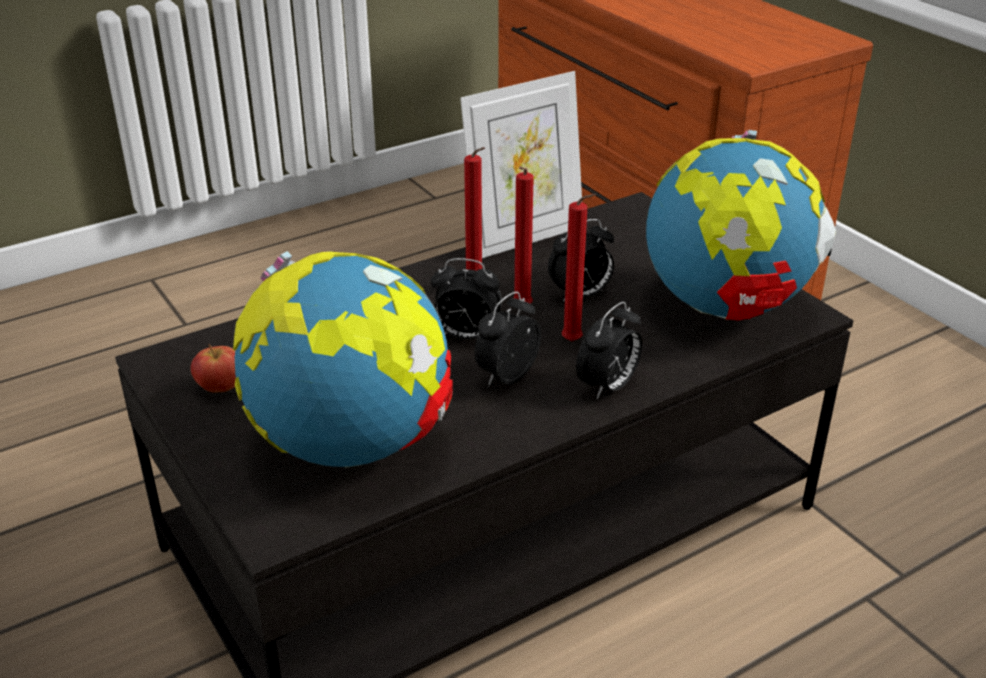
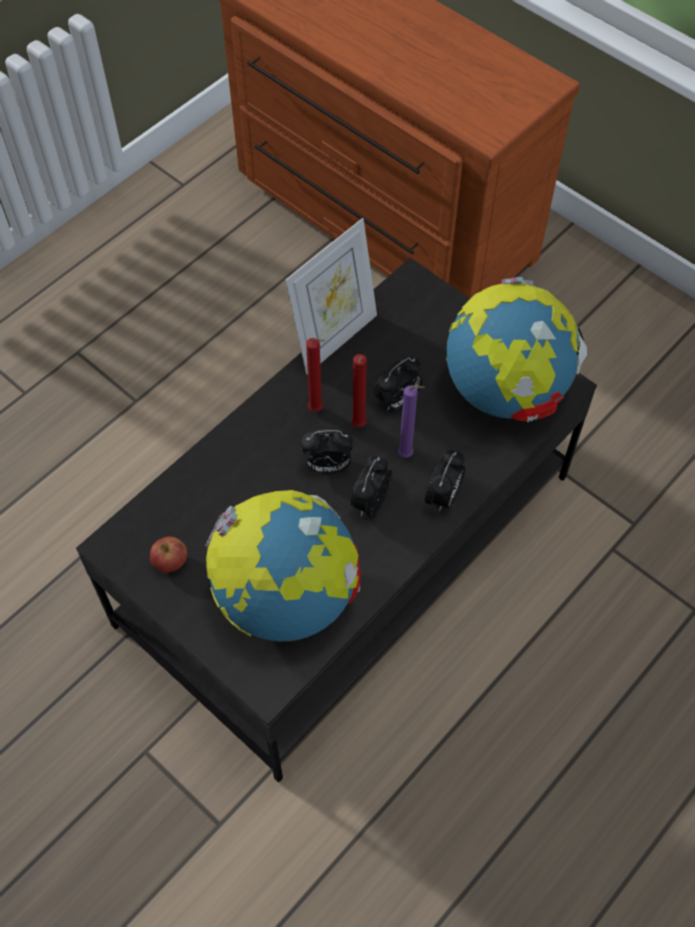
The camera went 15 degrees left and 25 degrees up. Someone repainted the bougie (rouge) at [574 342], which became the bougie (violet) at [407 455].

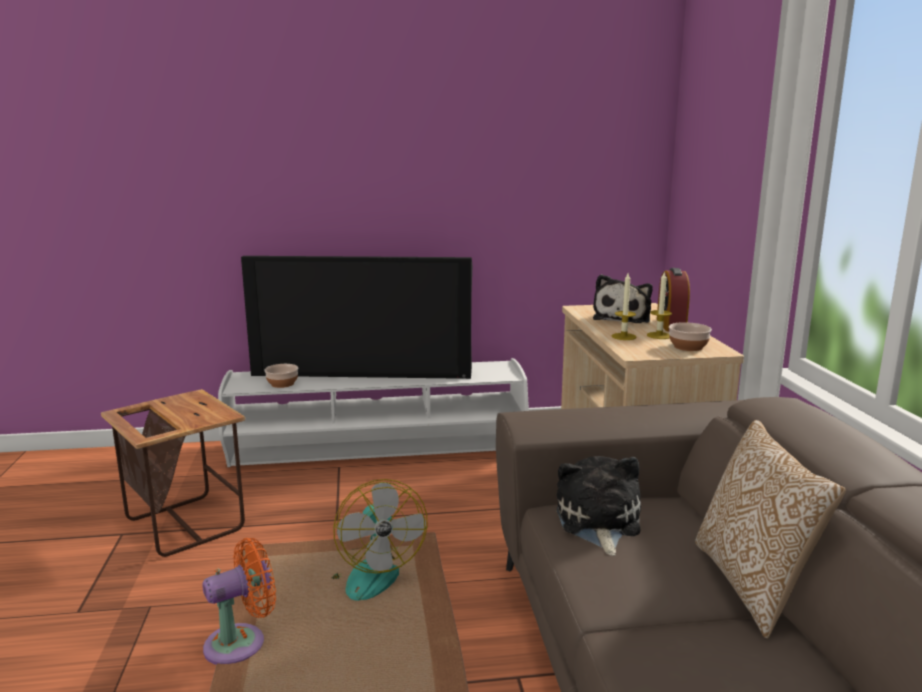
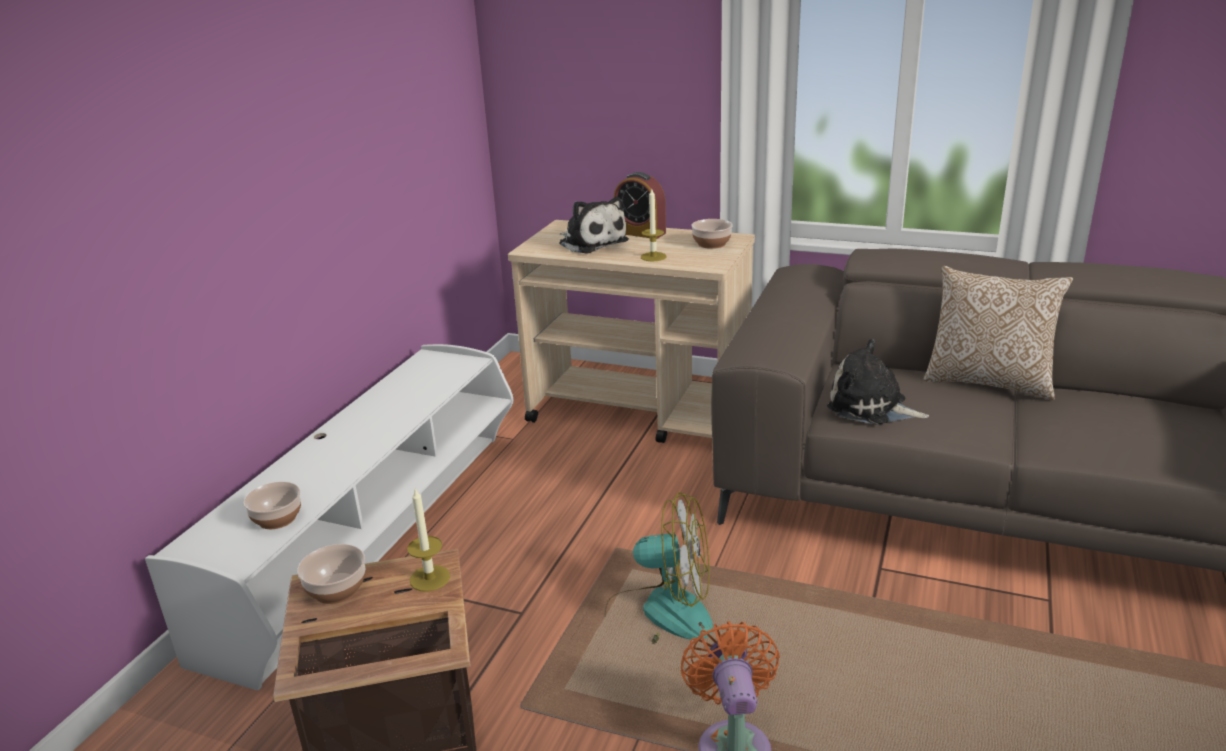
The camera went 60 degrees left and 10 degrees up. Someone put down the bol at [336 590]. Someone carried the bougie from [659 335] to [430 578]. Someone took away the téléviseur at [363 372].

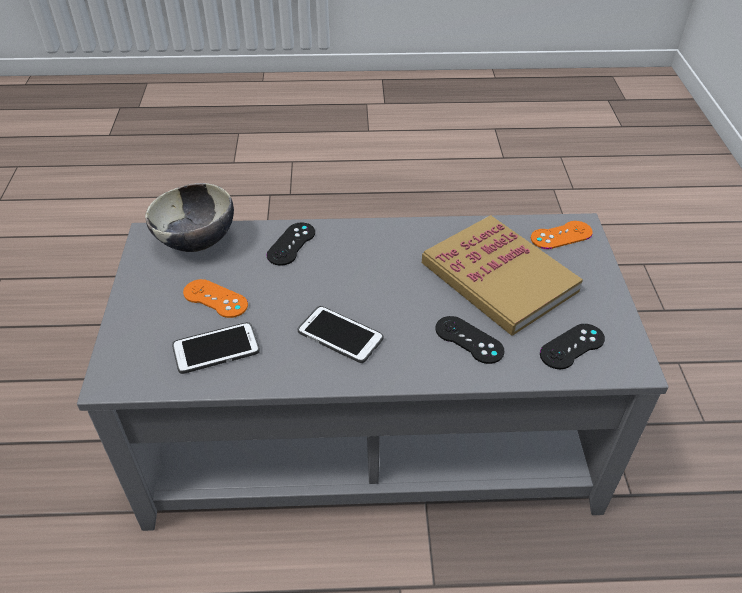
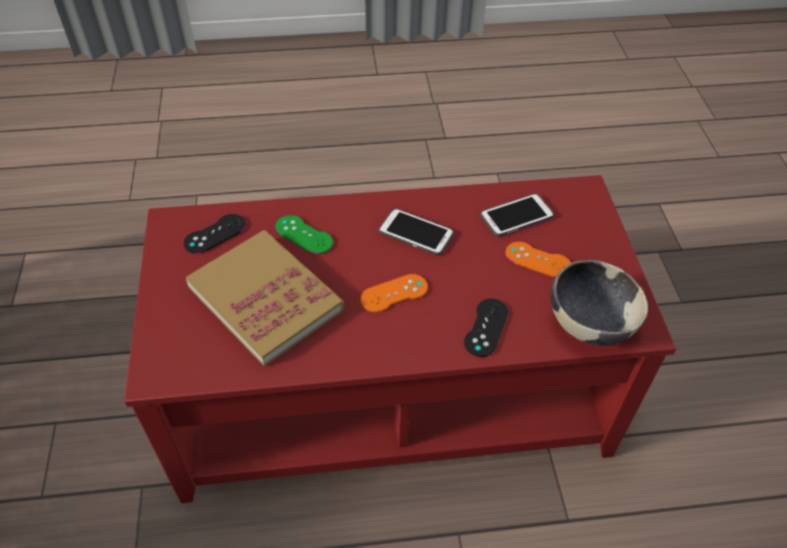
The camera went 175 degrees right and 5 degrees up. Someone repainted the table basse (gris) at [370 427], which became the table basse (rouge) at [390 394]. Someone repainted the manette (noir) at [469 340], which became the manette (vert) at [304 235]. Someone carried the manette (orange) from [561 235] to [394 293].

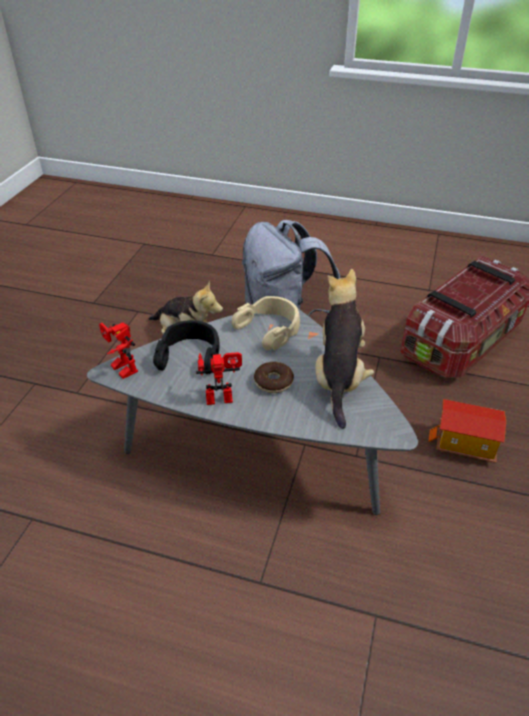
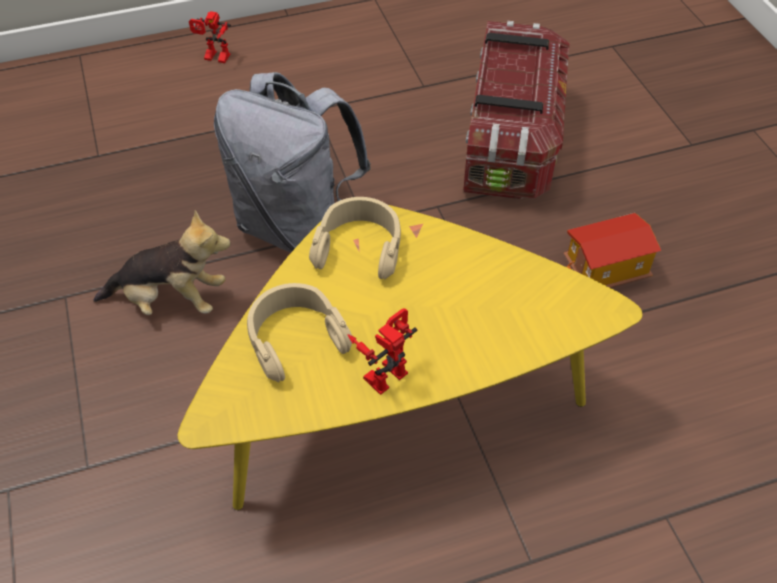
The camera went 35 degrees left and 10 degrees up. Someone repainted the table basse (gris) at [259 447], which became the table basse (jaune) at [396 402]. Someone carried the robot jouet from [120 369] to [214 58]. Someone repainted the casque audio (noir) at [190 355], which became the casque audio (beige) at [295 338]. Someone took away the beignet at [273 382]. Someone took away the peluche at [339 378].

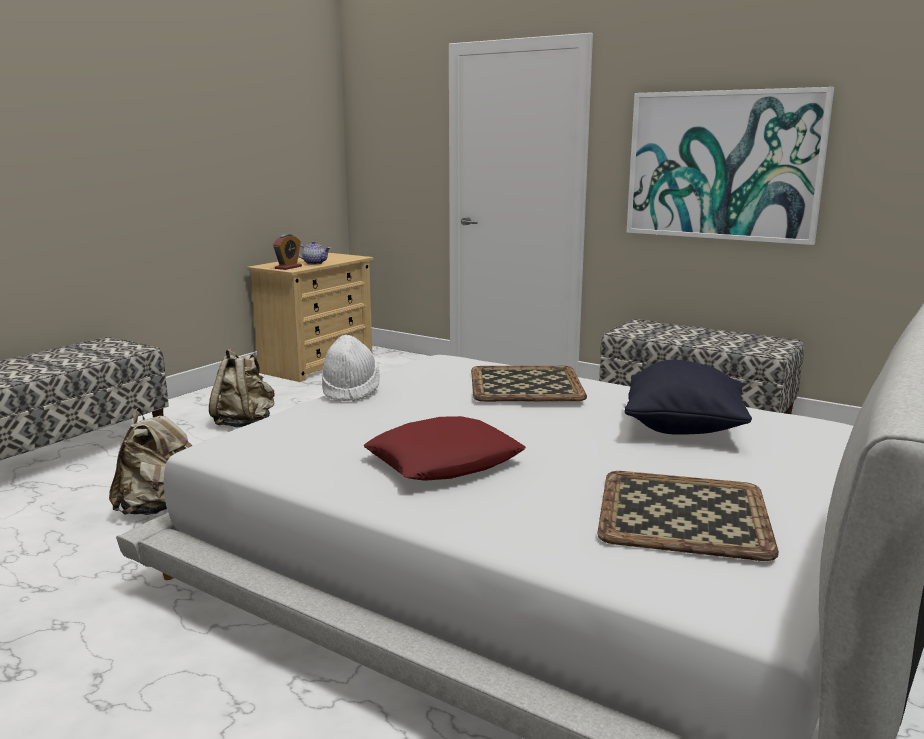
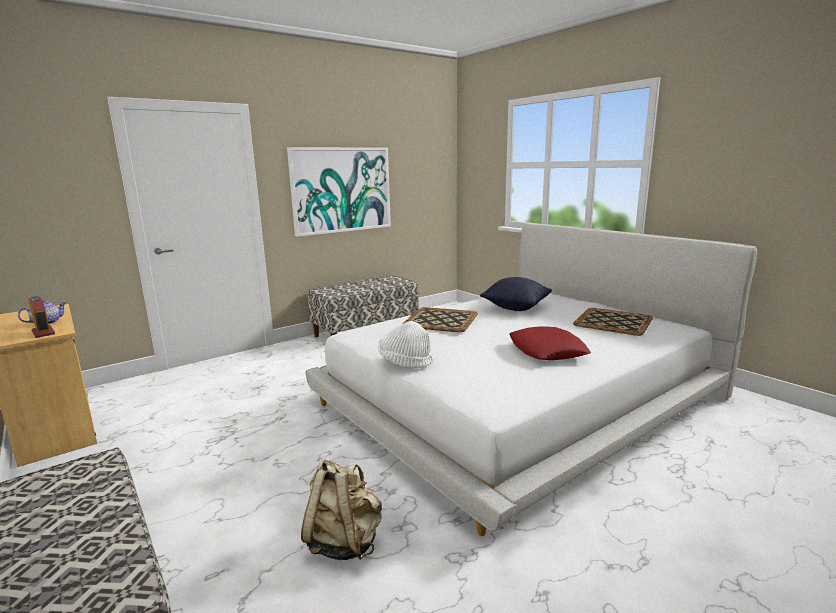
The camera went 70 degrees left and 0 degrees up. Someone took away the sac à dos (beige) at [245 424].

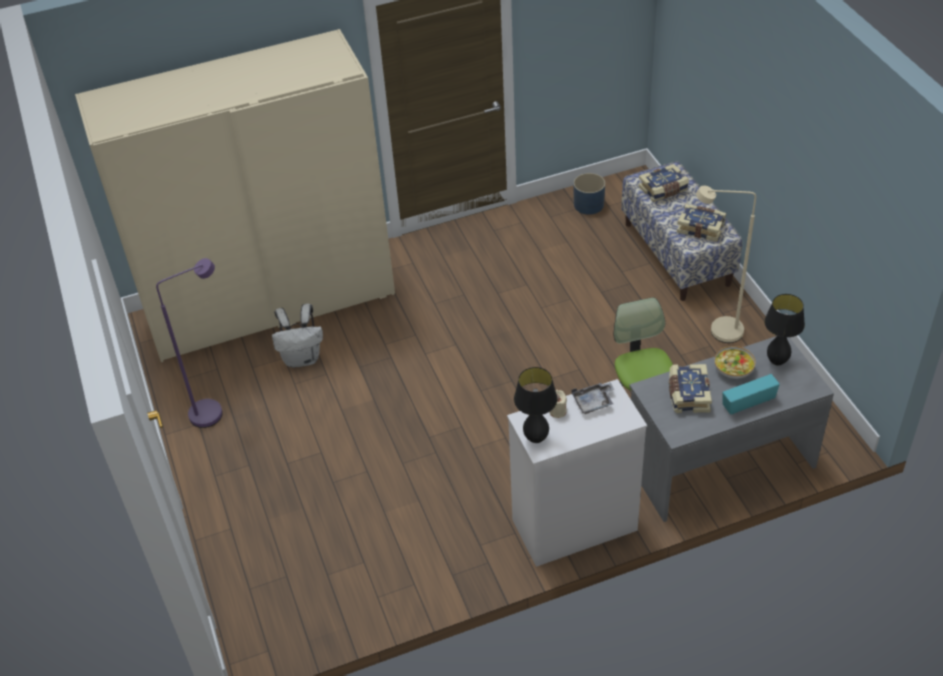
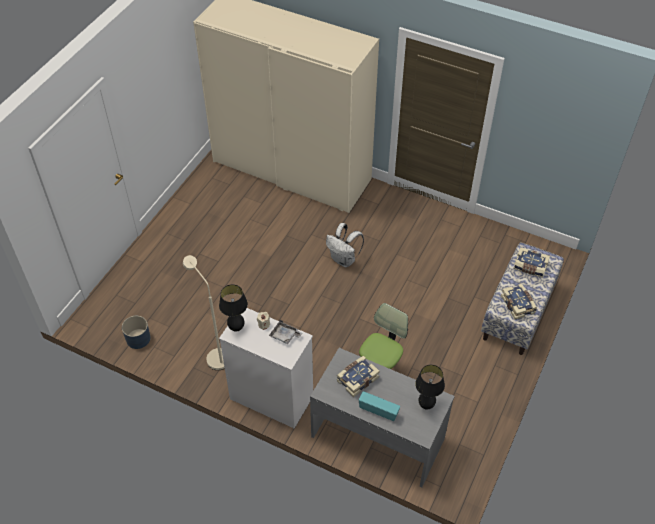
The camera went 45 degrees right and 5 degrees up. Someone carried the cache-pot (bleu) from [588 205] to [138 338]. Someone carried the lampadaire (beige) from [717 331] to [215 355]. Someone carried the sac à dos (blanc) from [302 358] to [344 260]. Someone took away the lampadaire (violet) at [215 411]. Someone took away the bol at [733 369].

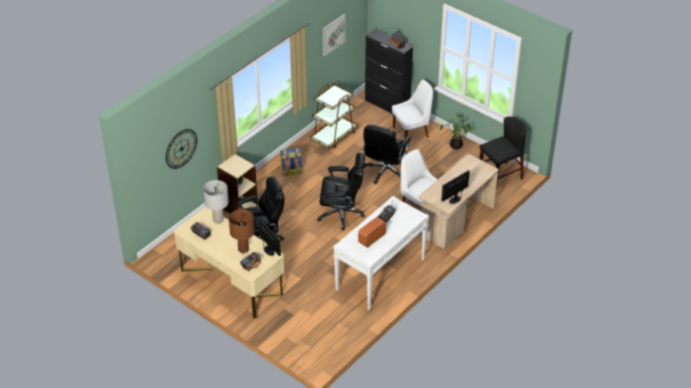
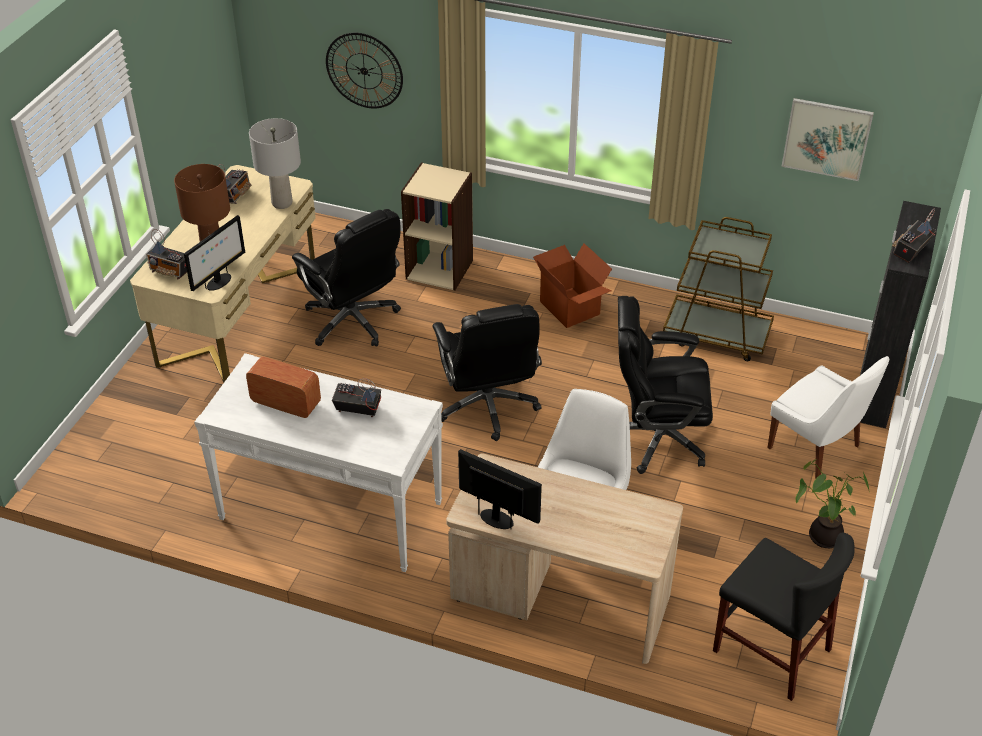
The camera went 70 degrees right and 0 degrees up. Someone swapped the sac à dos at [291 172] for the carton at [570 307].

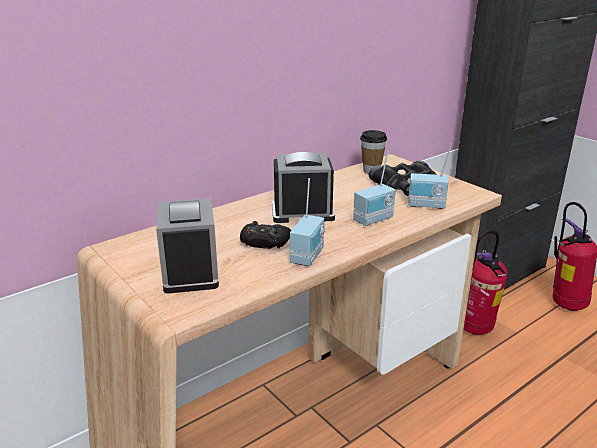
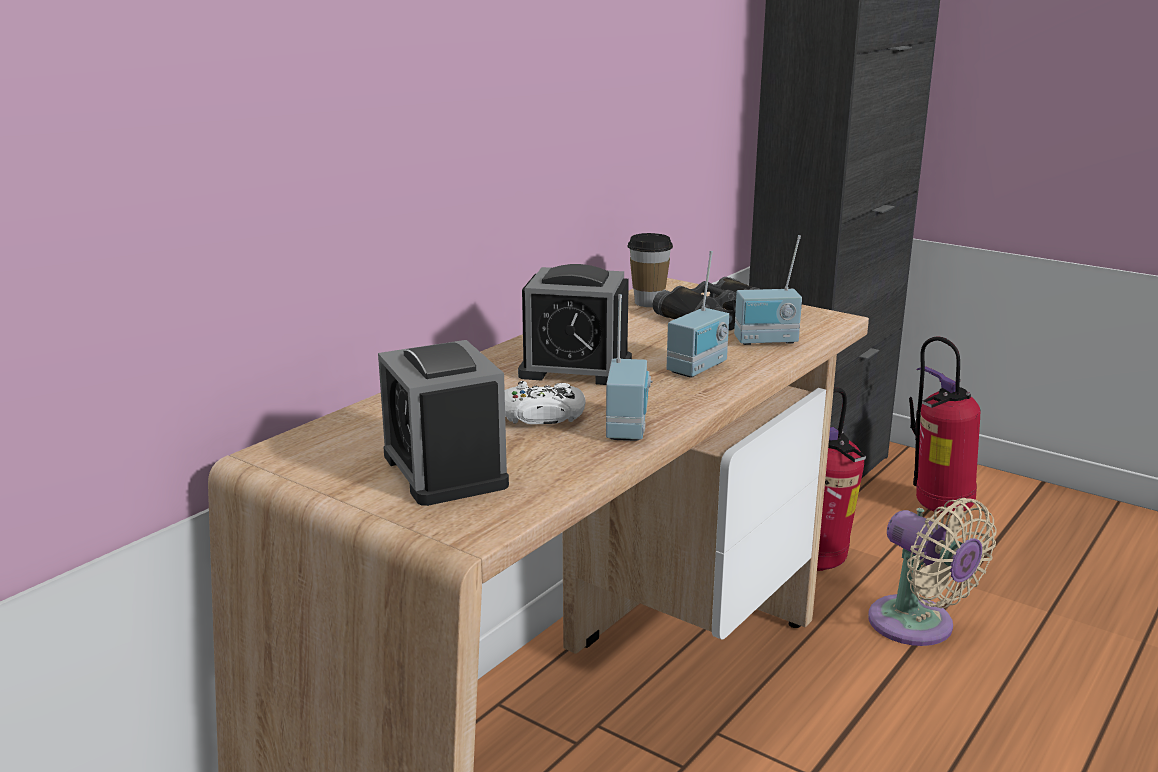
The camera went 15 degrees left and 5 degrees down. Someone repainted the manette (noir) at [264 242], which became the manette (blanc) at [542 416]. Someone rotated the réveil at [302 212] by 150 degrees counterclockwise. Someone put down the ventilateur (beige) at [918 626].

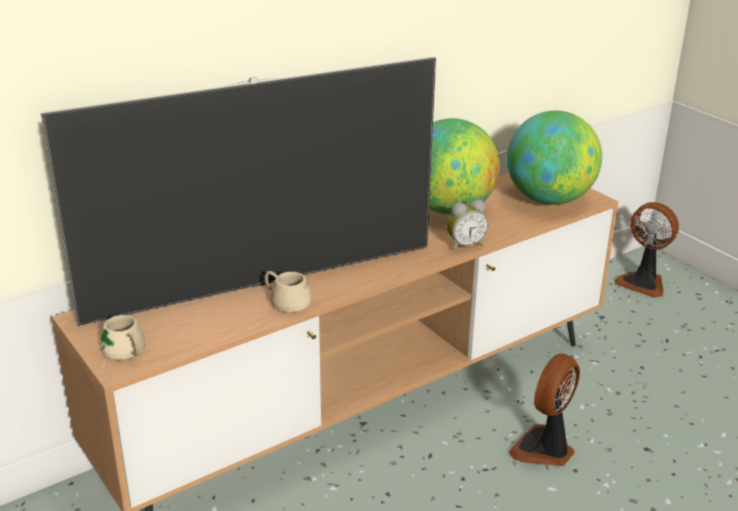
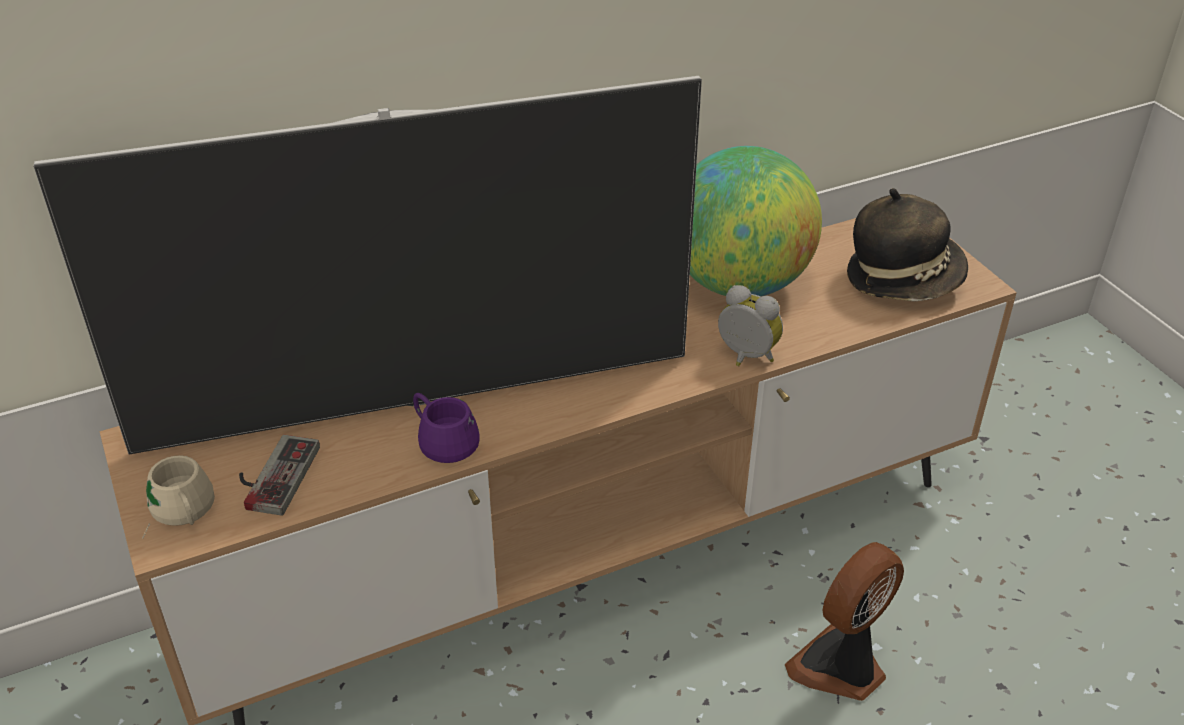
The camera went 10 degrees right and 10 degrees up. Someone put down the manette at [272 475]. Someone repainted the mug (beige) at [289 299], which became the mug (violet) at [448 436]. Someone rotated the réveil at [464 245] by 135 degrees counterclockwise. Someone swapped the globe at [549 199] for the chapeau at [903 278]. Someone took away the ventilateur at [643 283].

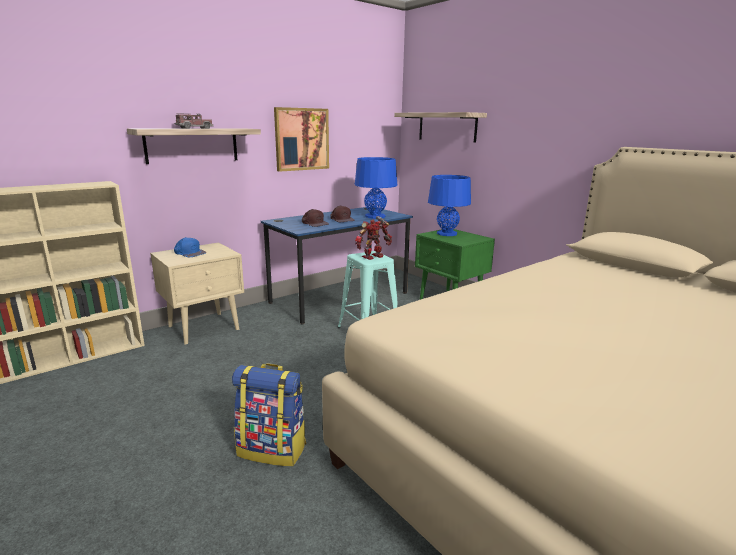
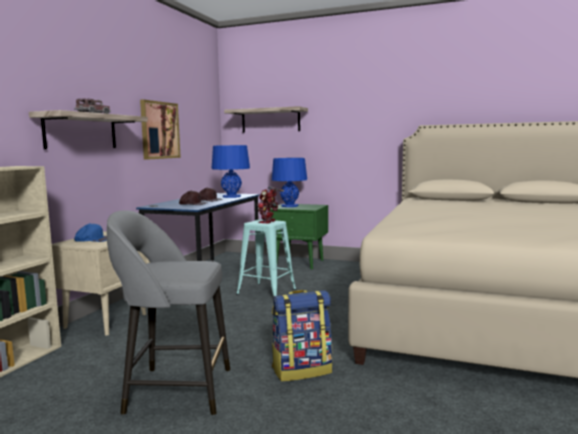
The camera went 30 degrees left and 10 degrees down. Someone put down the tabouret (gris) at [175 390].

